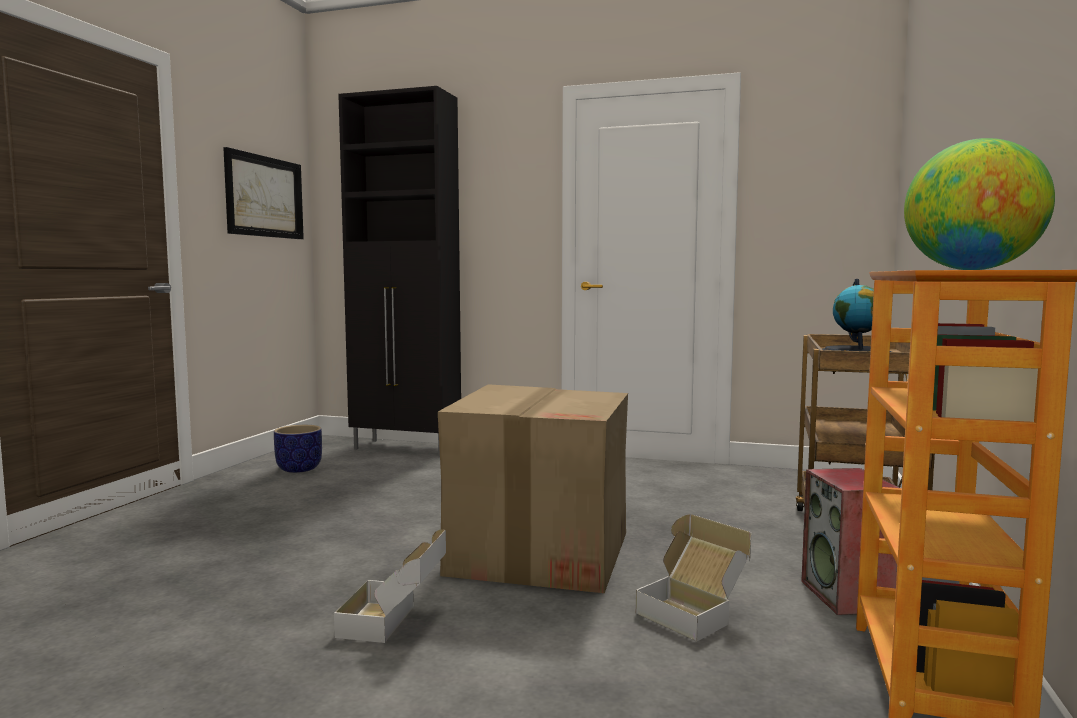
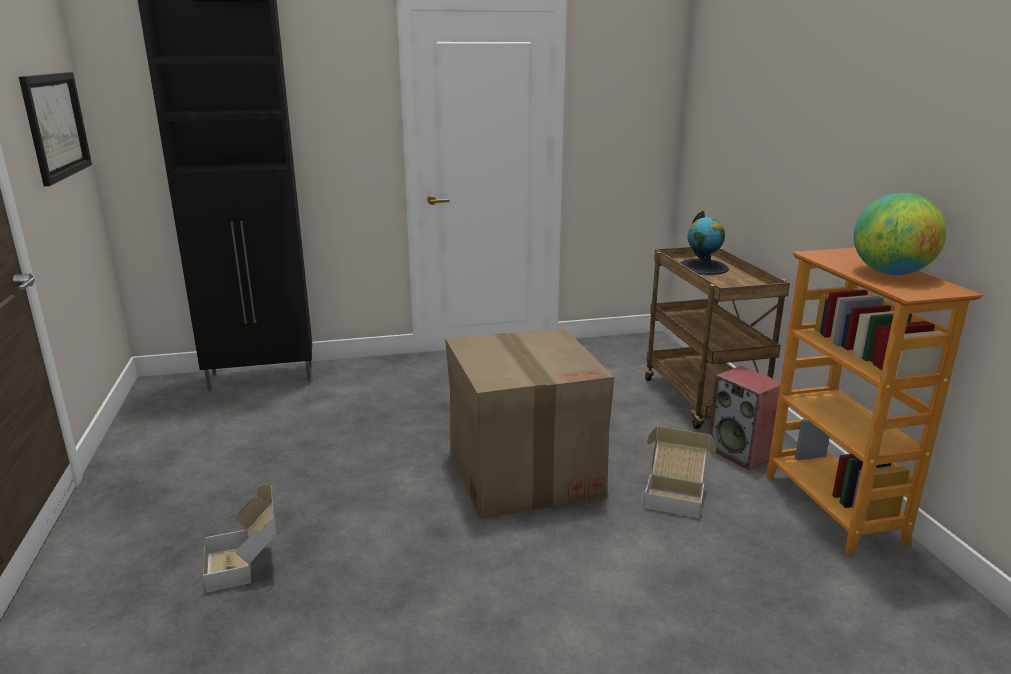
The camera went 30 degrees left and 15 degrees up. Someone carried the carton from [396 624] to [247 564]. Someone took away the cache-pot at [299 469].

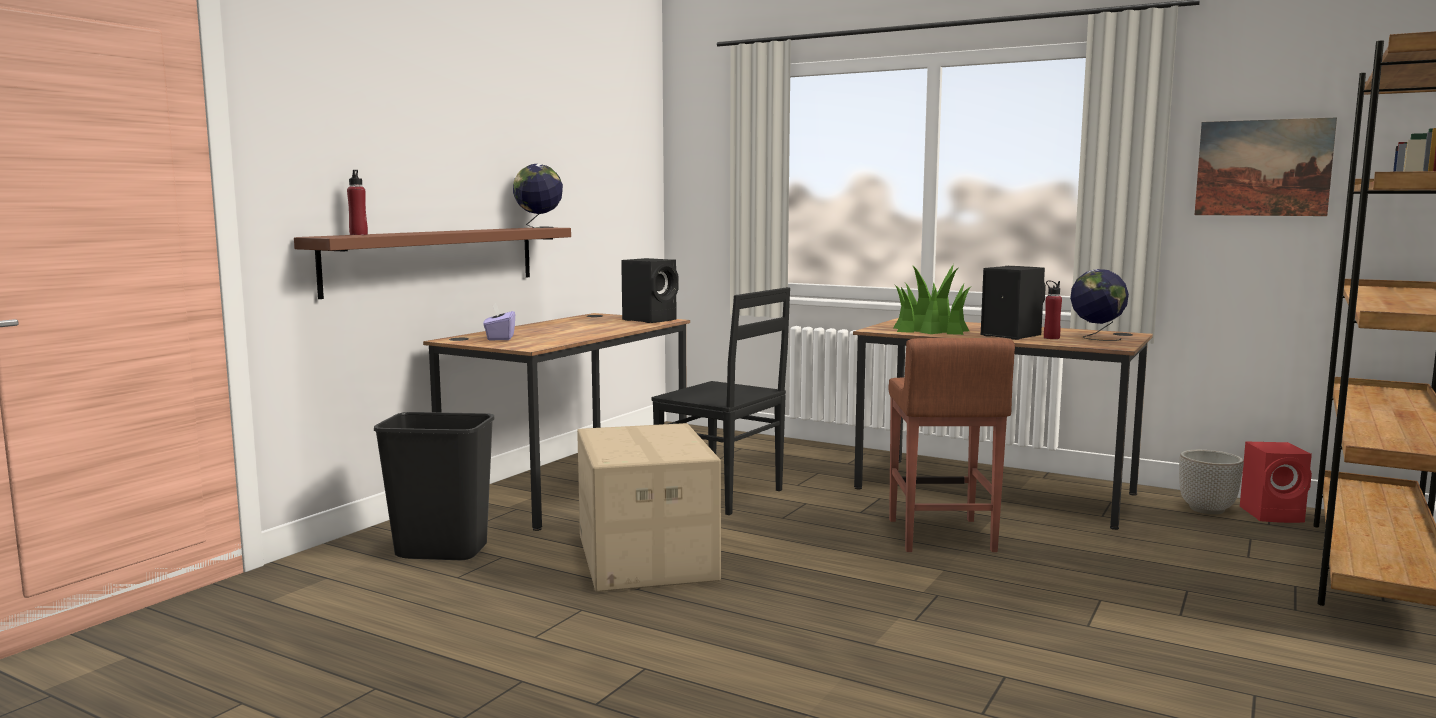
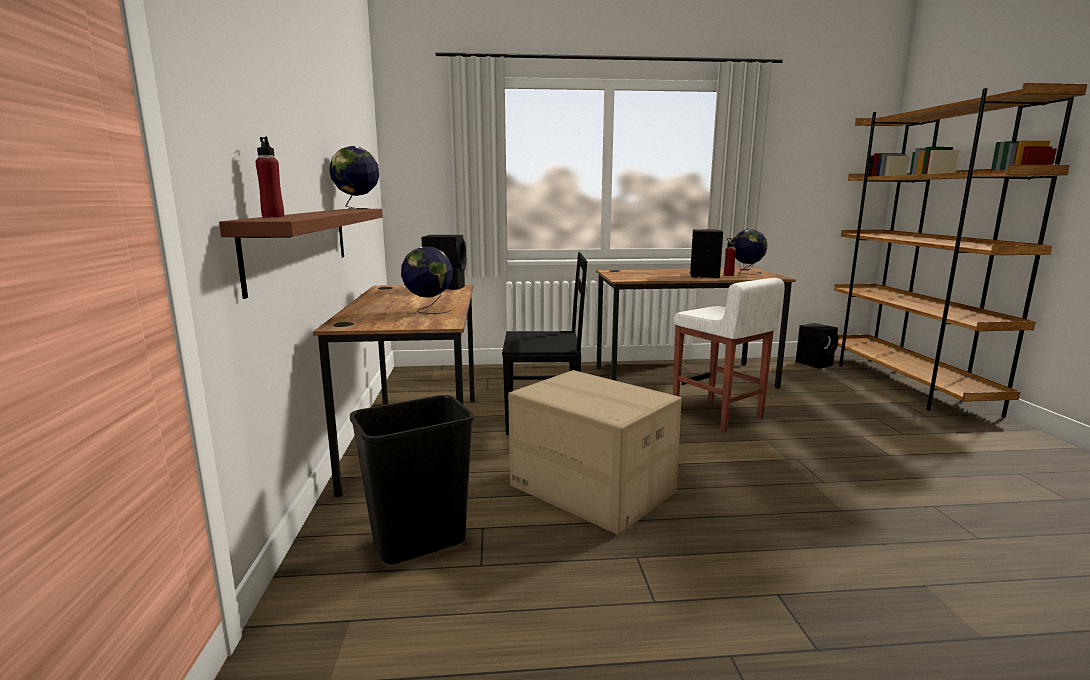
The camera went 35 degrees left and 5 degrees up. Someone put down the globe at [428 310]. Someone repainted the tabouret (marron) at [940 536], which became the tabouret (blanc) at [717 415]. Someone repainted the enceinte (rouge) at [1274 515], which became the enceinte (noir) at [815 363]. Someone took away the boîte à mouchoirs (violet) at [500 338]. Someone took away the plante en pot at [931 329]. Someone took away the cache-pot at [1207 510]. Someone took away the tableau at [1263 168].

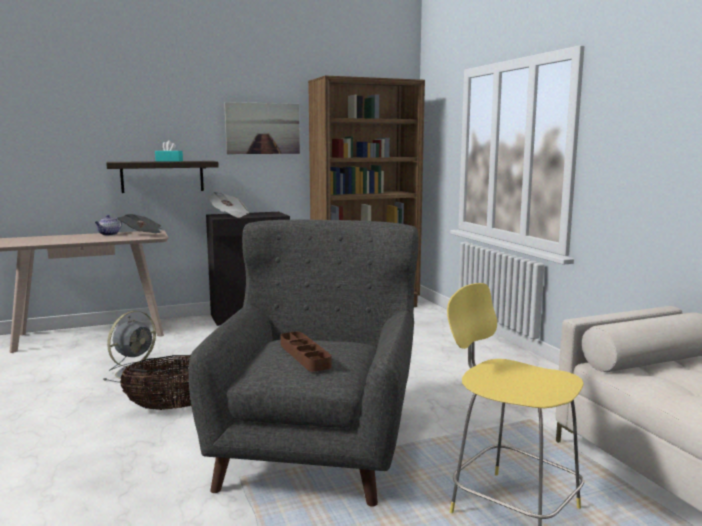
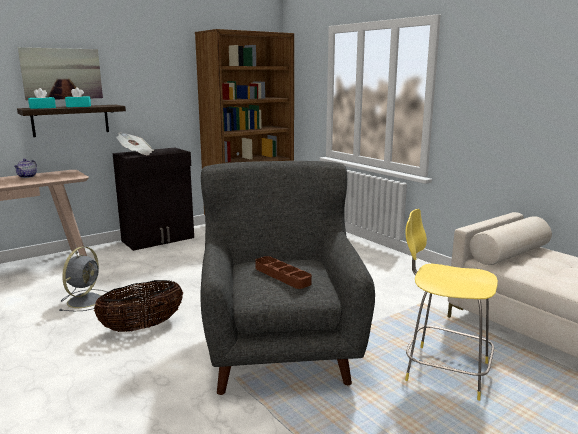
The camera went 15 degrees left and 5 degrees up. Someone carried the tableau from [262 128] to [62 74]. Someone put down the boîte à mouchoirs (turquoise) at [42 108]. Someone took away the journal at [143 235].

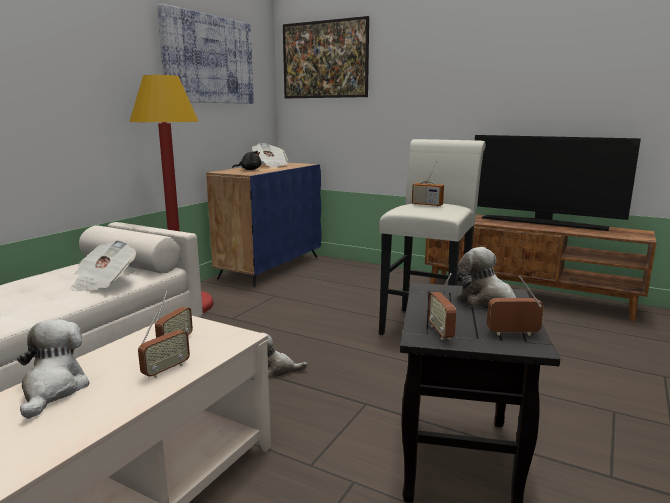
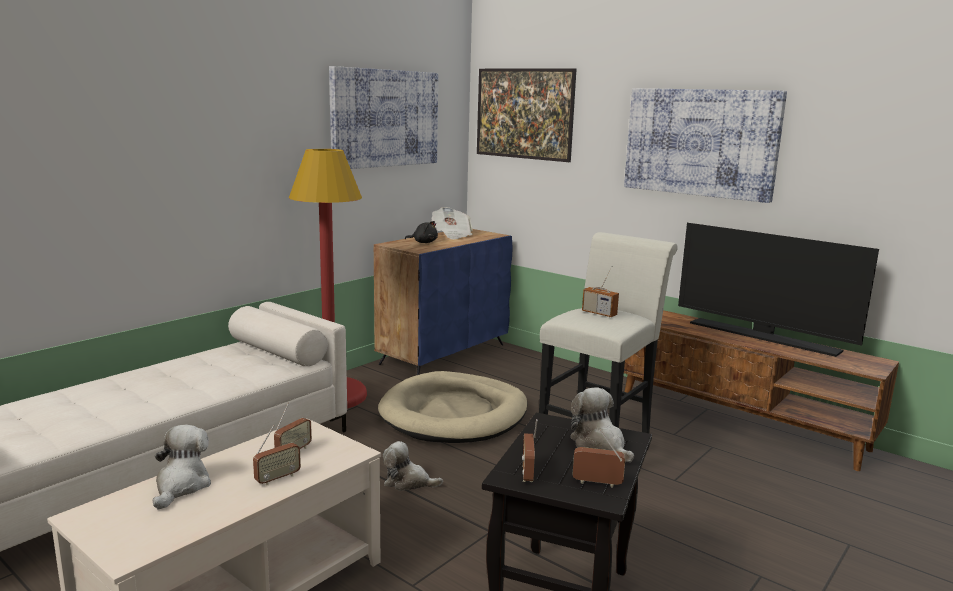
The camera went 10 degrees right and 0 degrees up. Someone put down the panier pour chien (beige) at [454 414]. Someone put up the tableau at [701 142]. Someone took away the journal at [103 282].

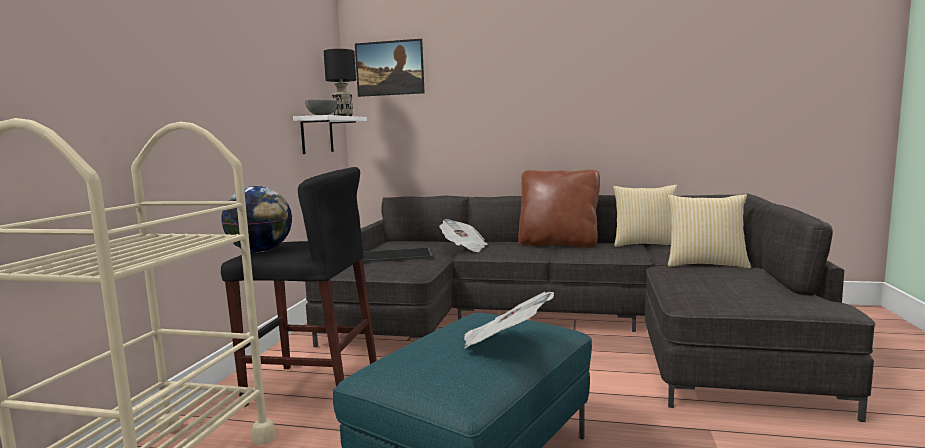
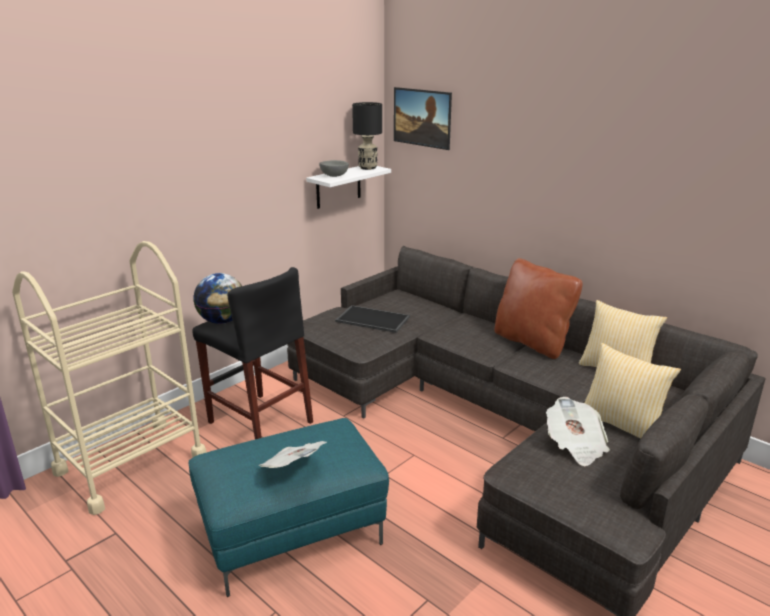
The camera went 30 degrees right and 15 degrees up. Someone carried the journal from [464 248] to [575 445].

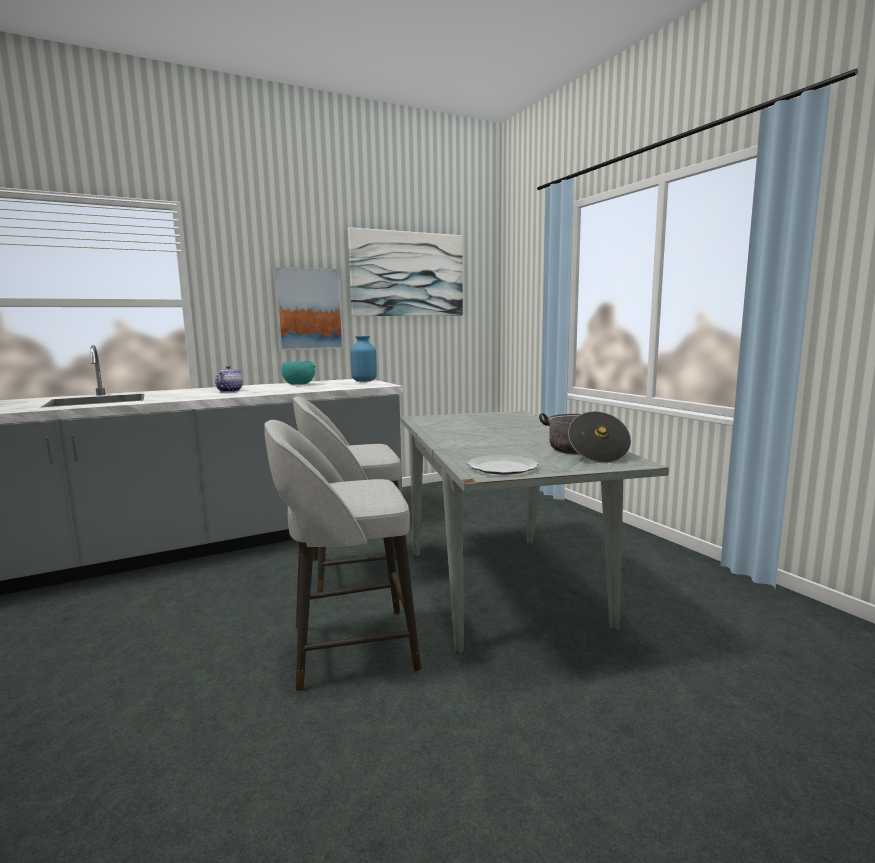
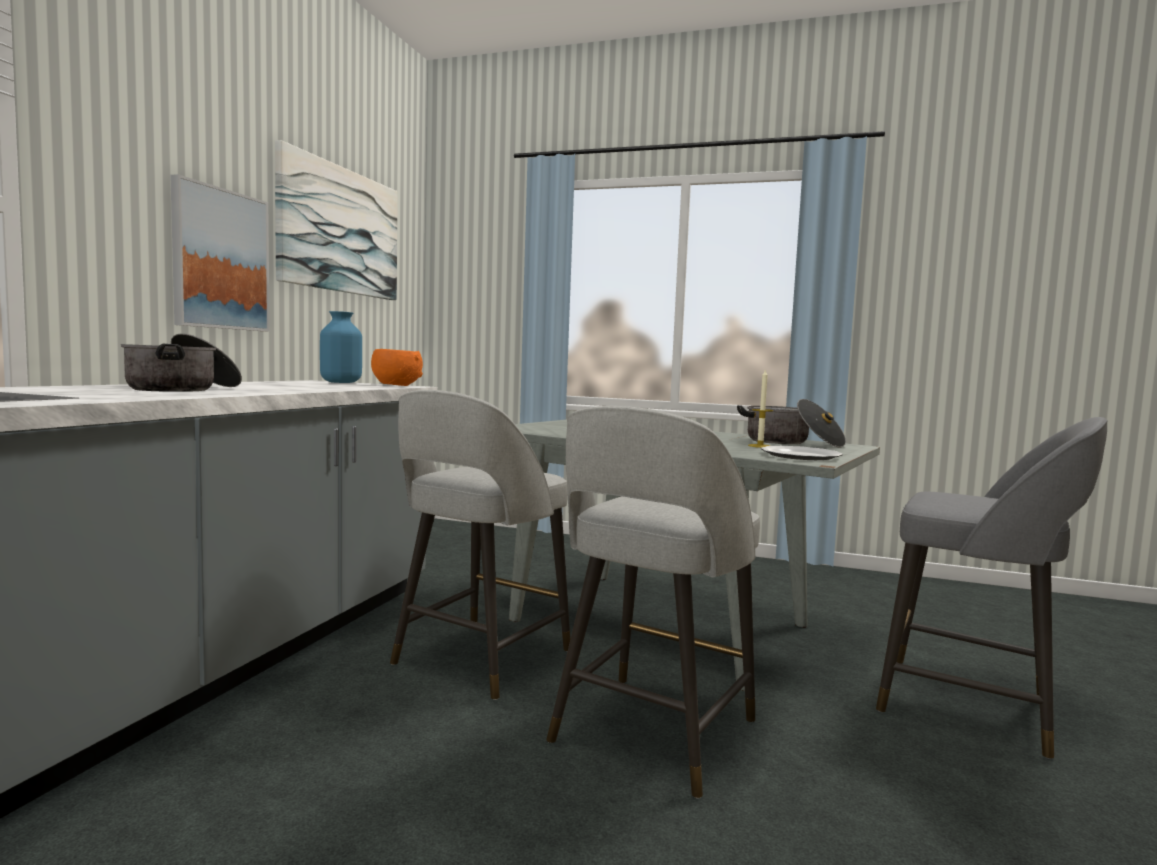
The camera went 45 degrees left and 5 degrees down. Someone swapped the théière at [229 391] for the marmite at [184 389]. Someone put down the bol (orange) at [396 385]. Someone put down the bougie at [760 446]. Someone put down the tabouret (gris) at [971 705]. Someone took away the bol (turquoise) at [298 384].

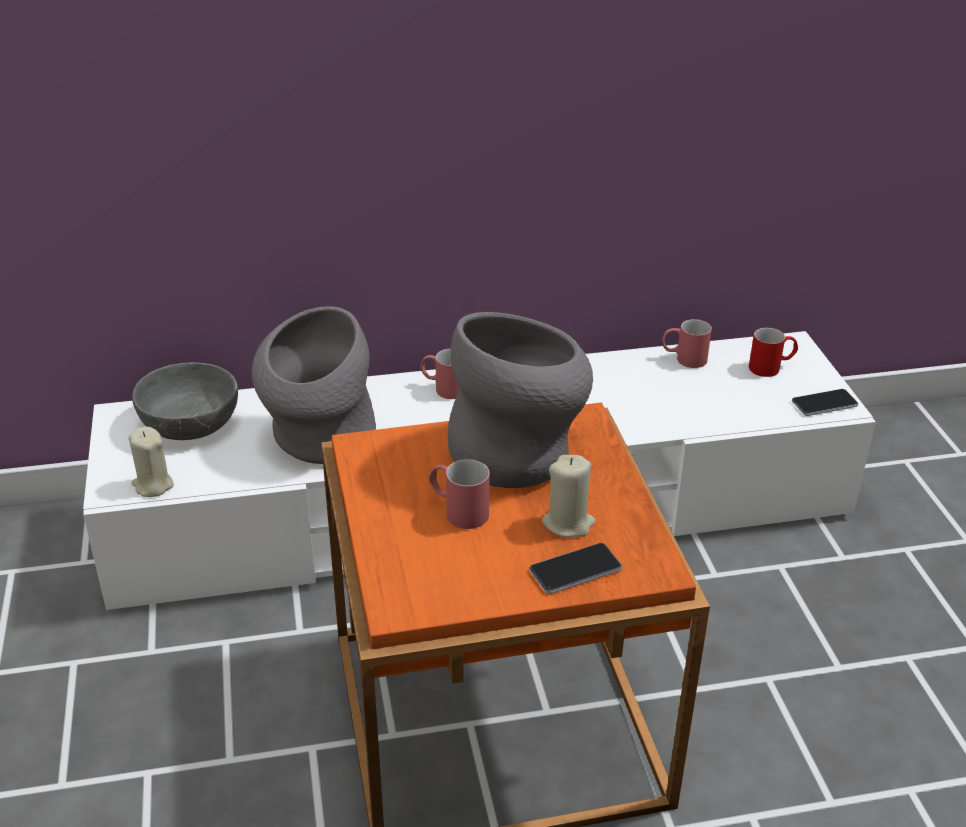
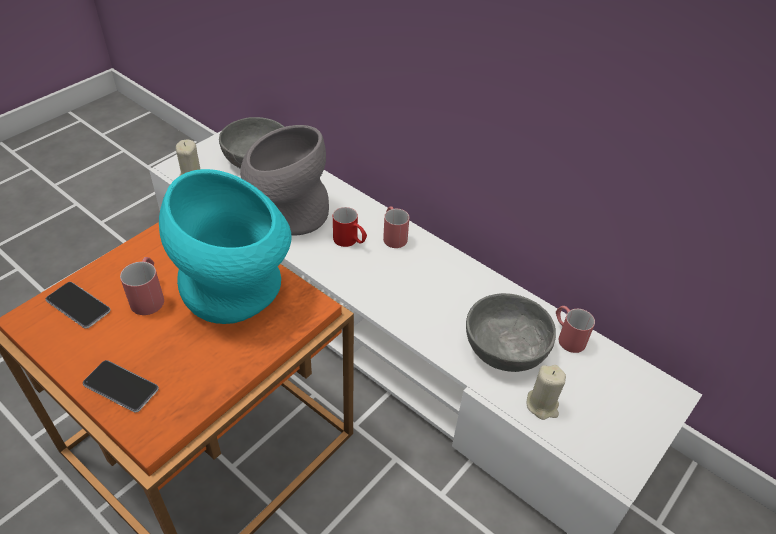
The camera went 50 degrees right and 10 degrees up. Someone carried the téléphone from [824 403] to [78 305]. Someone repainted the vase (gris) at [519 453], which became the vase (turquoise) at [238 293]. Someone carried the mug (rouge) from [771 367] to [350 241]. Someone put down the bol (gris) at [505 347]. Someone carried the bougie (beige) from [568 523] to [542 405].

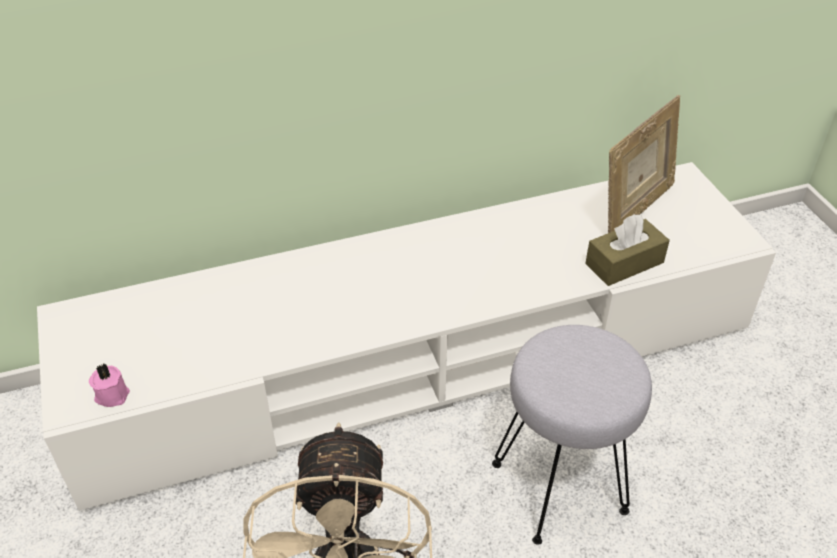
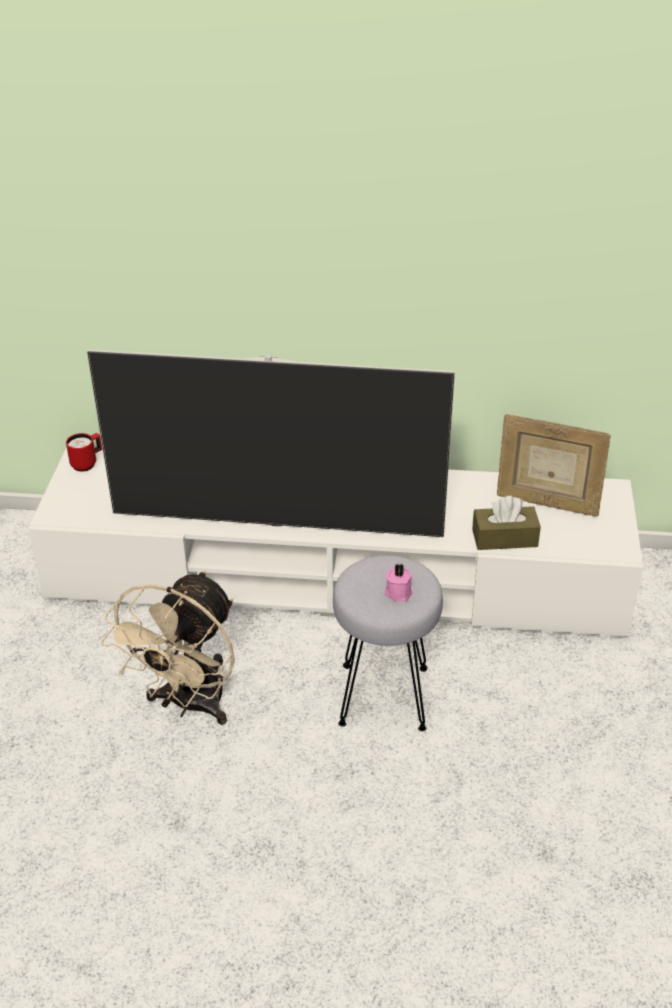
The camera went 25 degrees right and 5 degrees down. Someone put down the mug (rouge) at [87 463]. Someone put down the téléviseur at [276 524]. Someone carried the bougie (rose) from [112 394] to [398 592]. Someone rotated the cadre photo at [635 210] by 45 degrees clockwise.

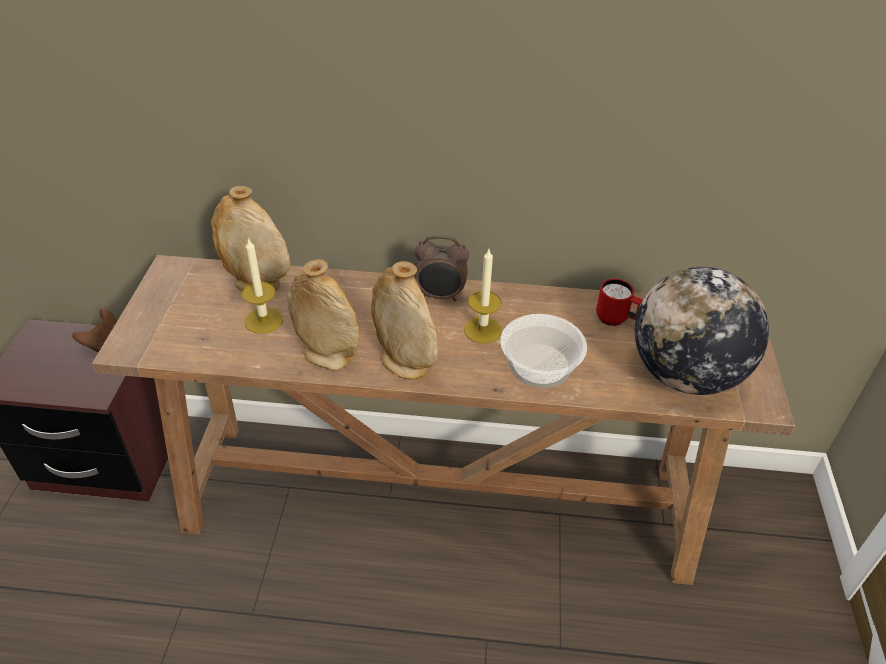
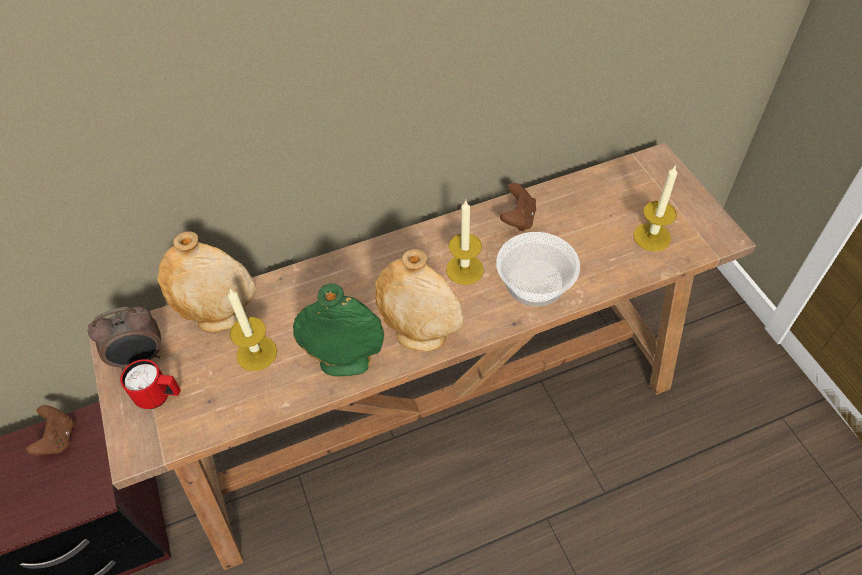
The camera went 25 degrees left and 10 degrees up. Someone carried the réveil from [440 296] to [141 358]. Someone carried the mug (rouge) from [616 319] to [160 397]. Someone repainted the vase (beige) at [327 356], which became the vase (vert) at [345 362]. Someone put down the manette (marron) at [518 219]. Someone swapped the globe at [685 375] for the bougie at [652 237].

